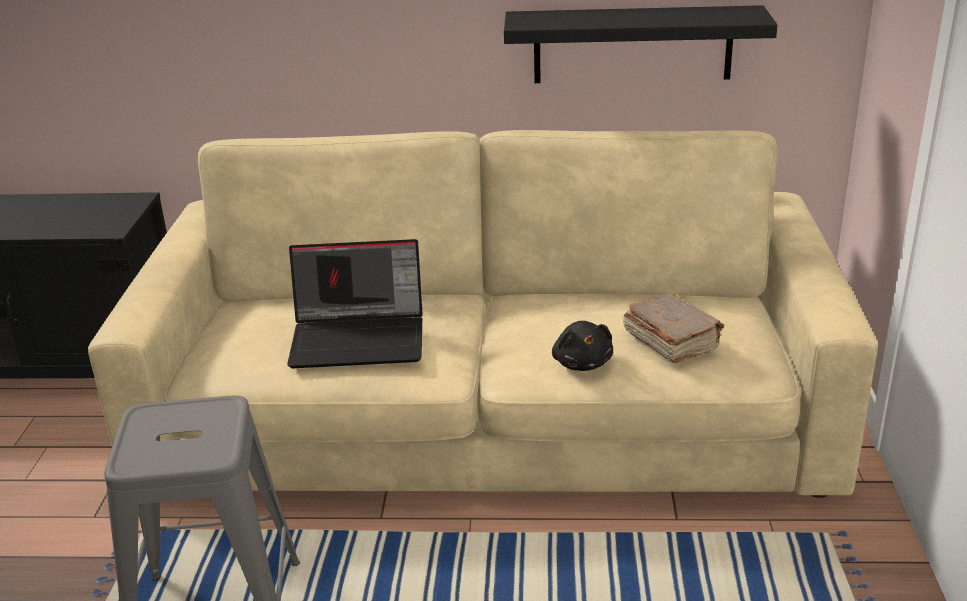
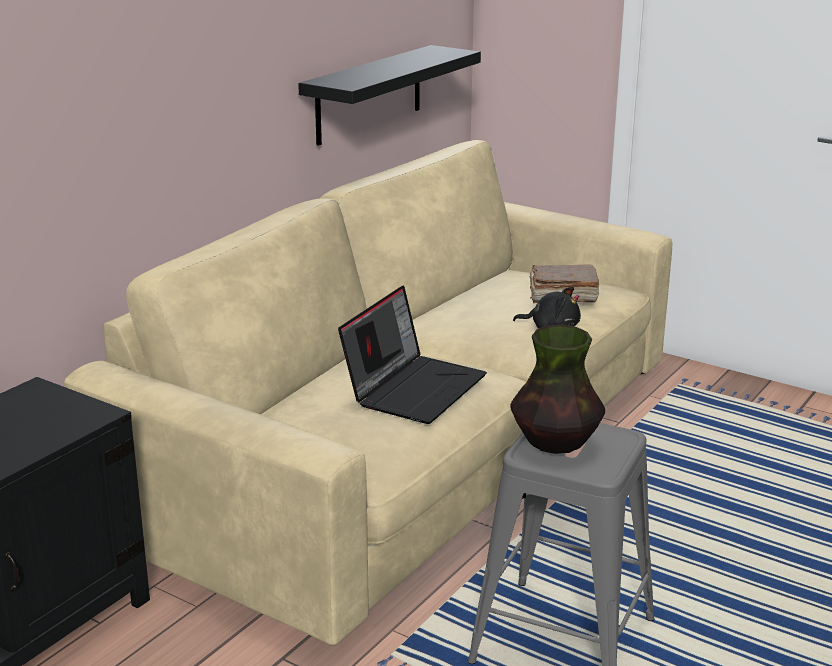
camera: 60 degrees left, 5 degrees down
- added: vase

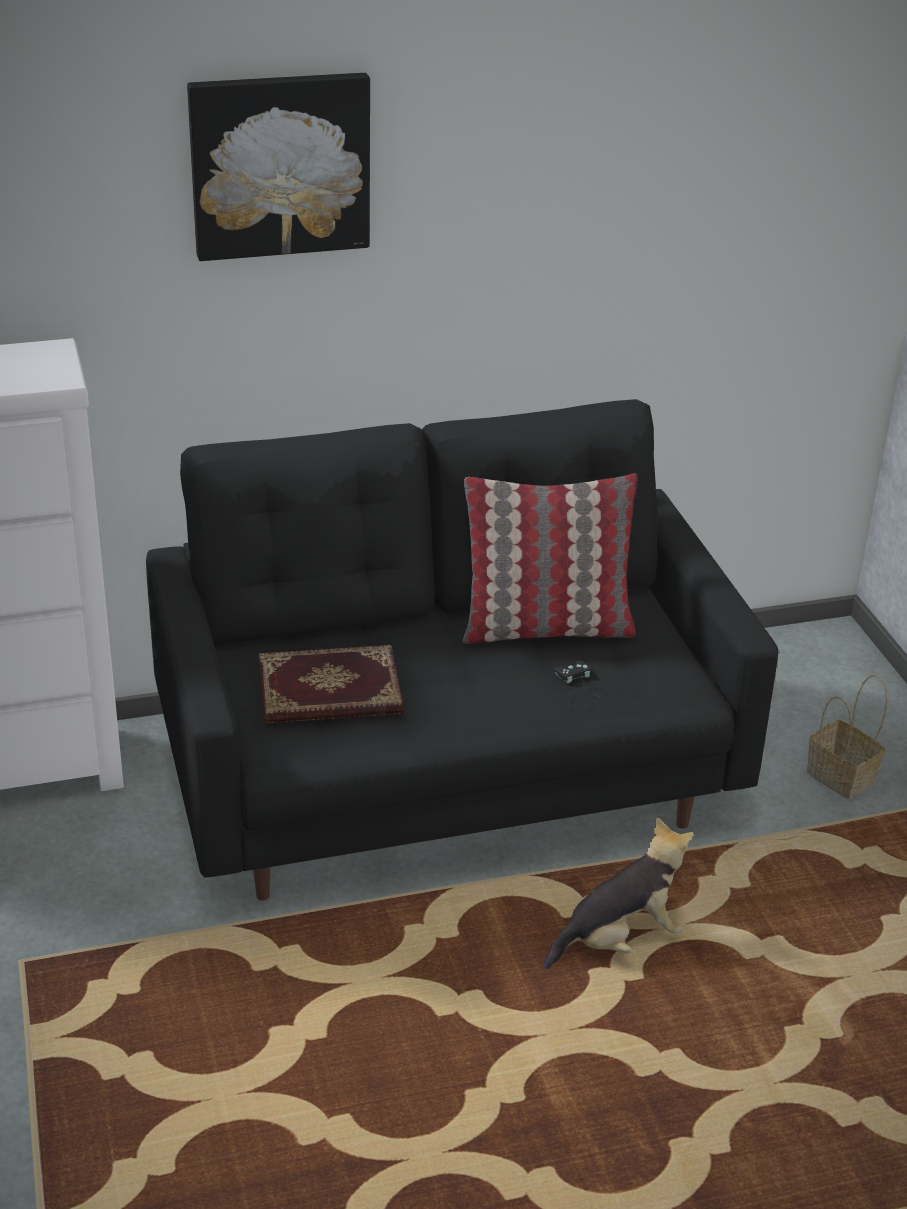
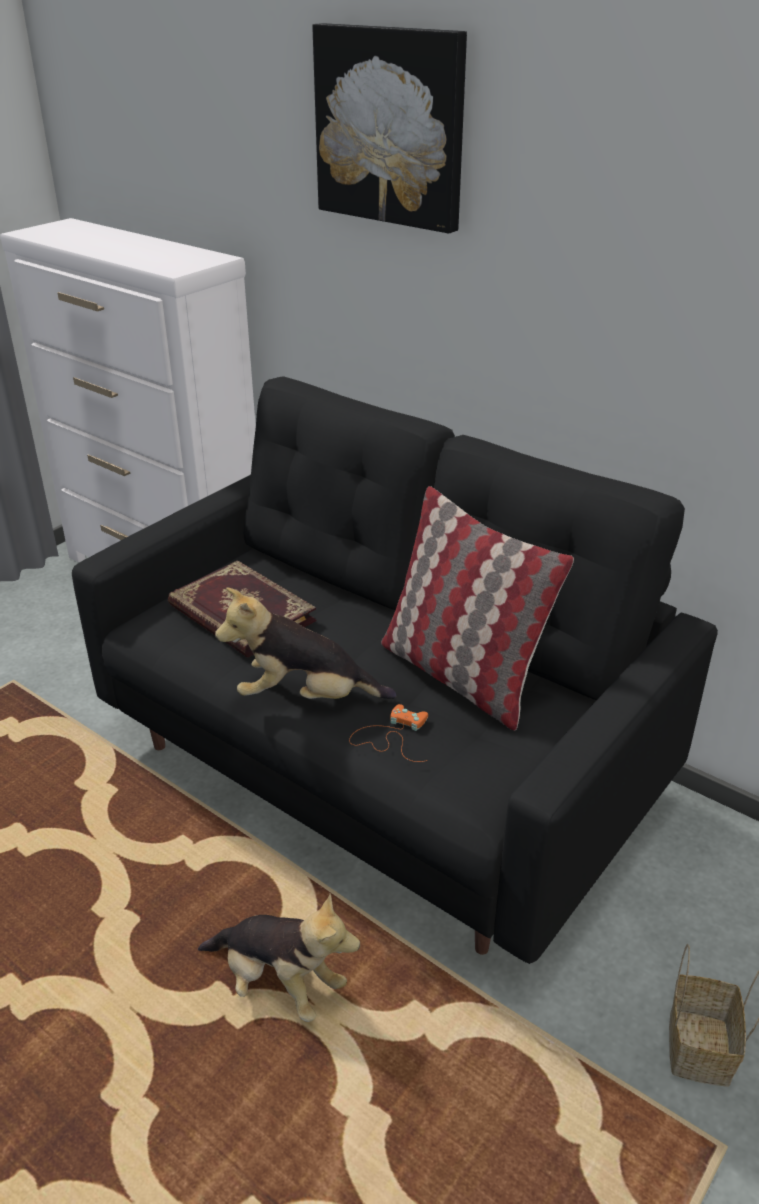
camera: 55 degrees right, 0 degrees up
- added: peluche (2nd from left)
- recoloured: manette (noir) to manette (orange)

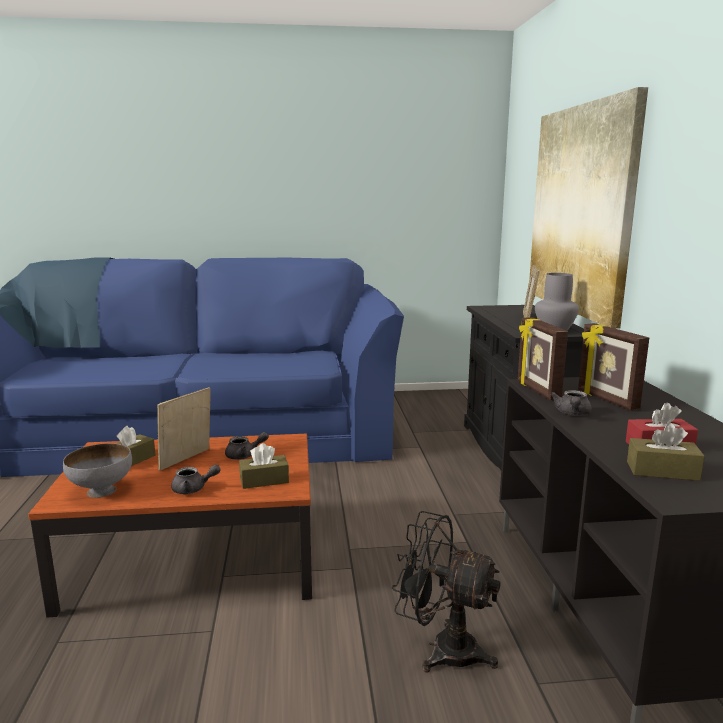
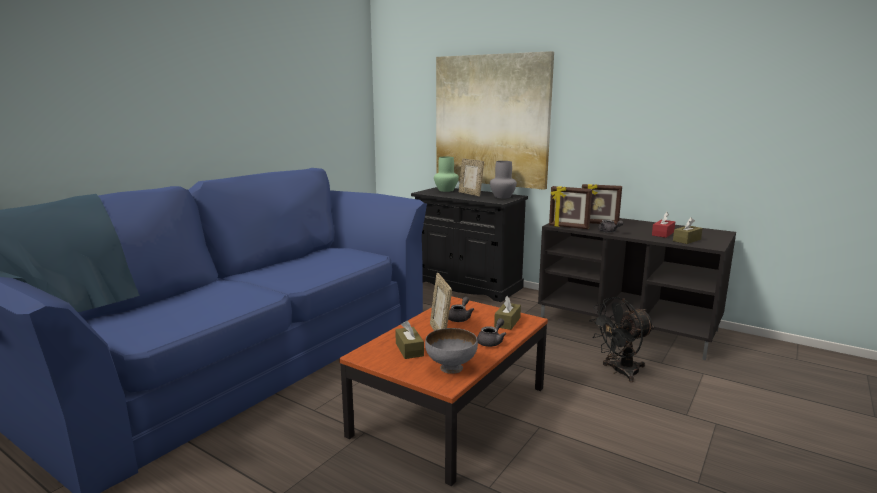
camera: 50 degrees left, 0 degrees up
- added: vase (vert)

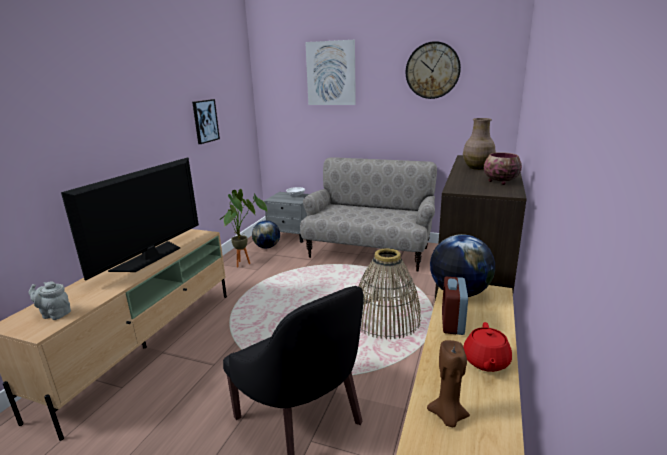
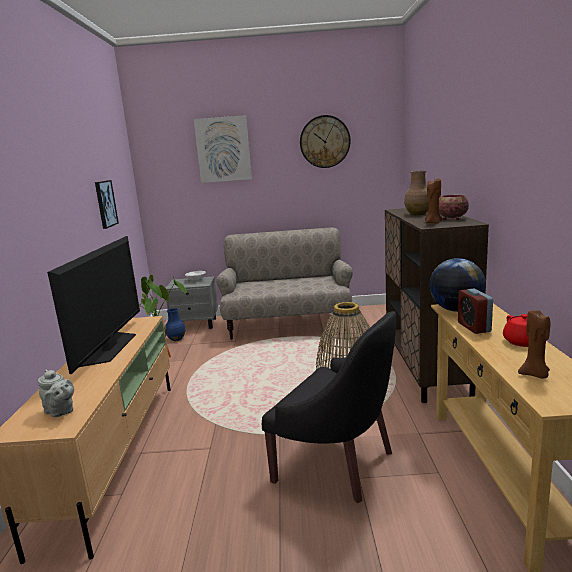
camera: 20 degrees left, 5 degrees down
- added: bougie (marron) (1st from left)
- replaced: globe (1st from left) to vase (bleu)
- turned: théière (gris) 135 degrees counterclockwise

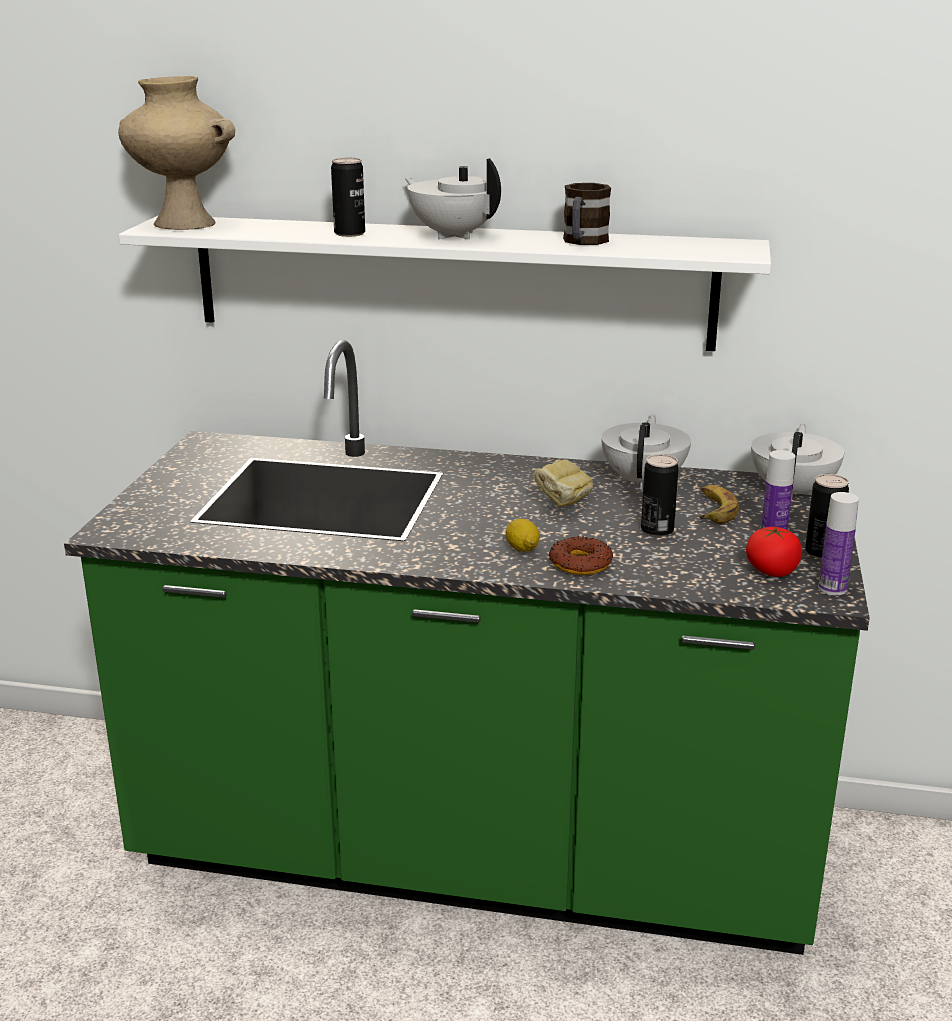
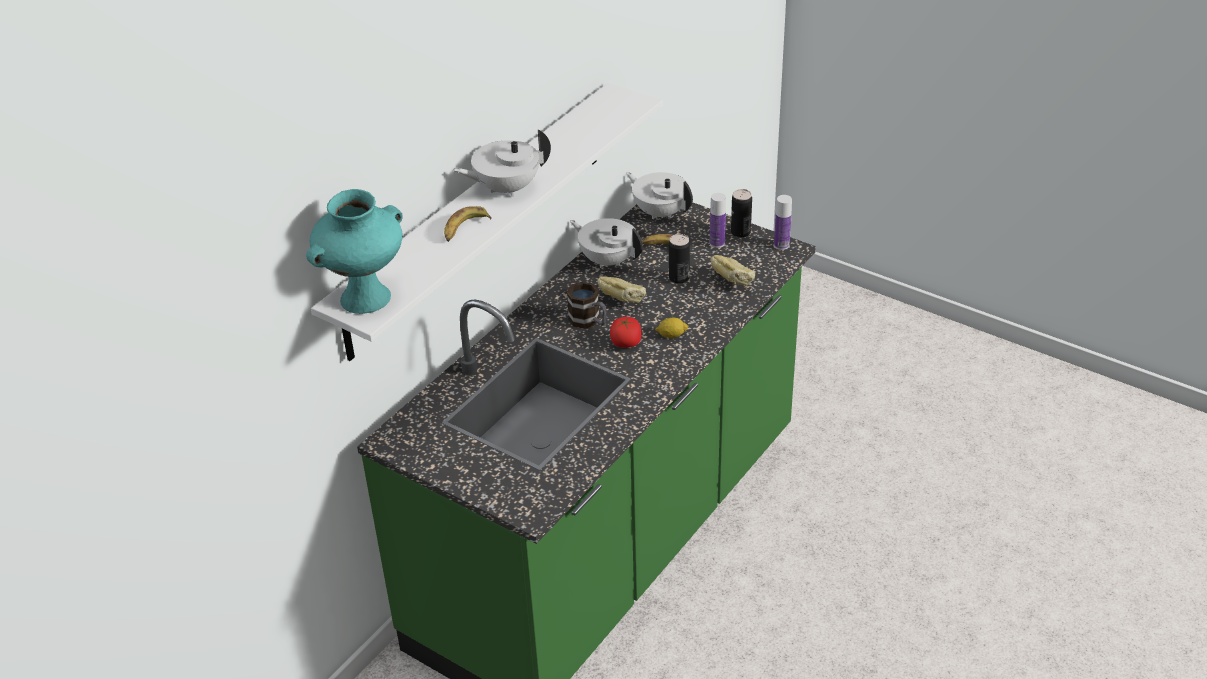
camera: 65 degrees left, 15 degrees up
- removed: beignet
- added: pain (2nd from left)
- moved: mug
- moved: tomate
- replaced: boîte métallique (1st from left) to banane (1st from left)
- recoloured: vase (beige) to vase (turquoise)

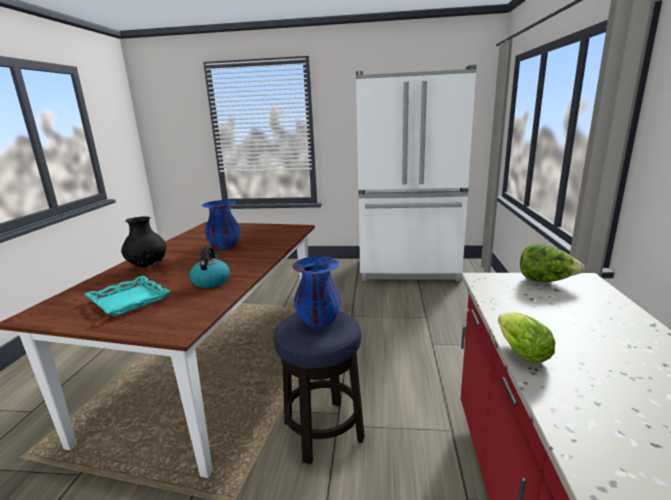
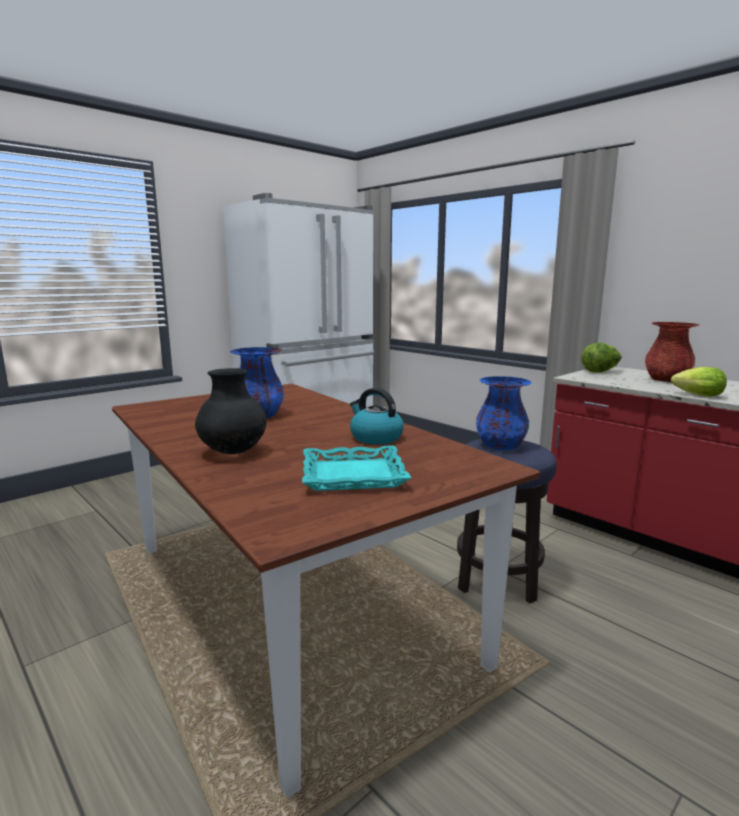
camera: 50 degrees left, 5 degrees down
- added: vase (rouge)

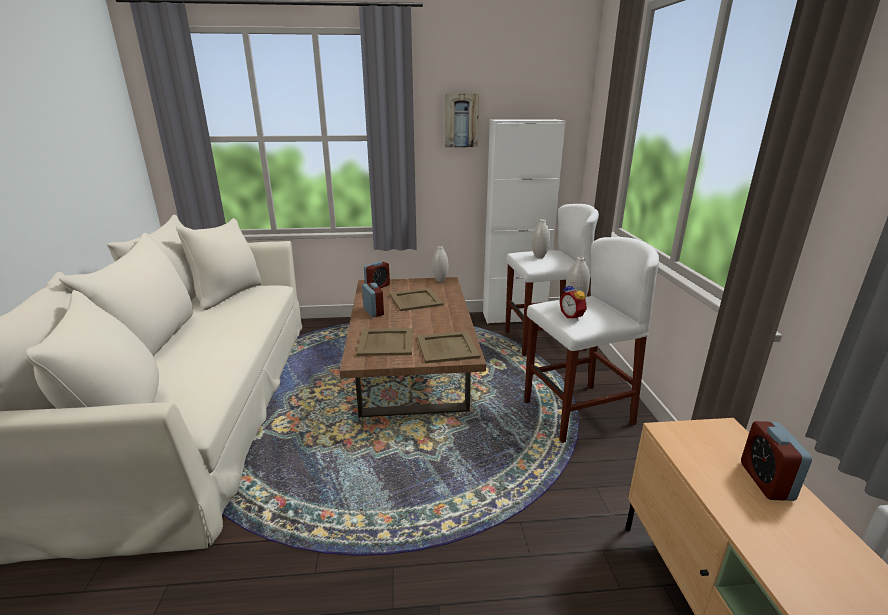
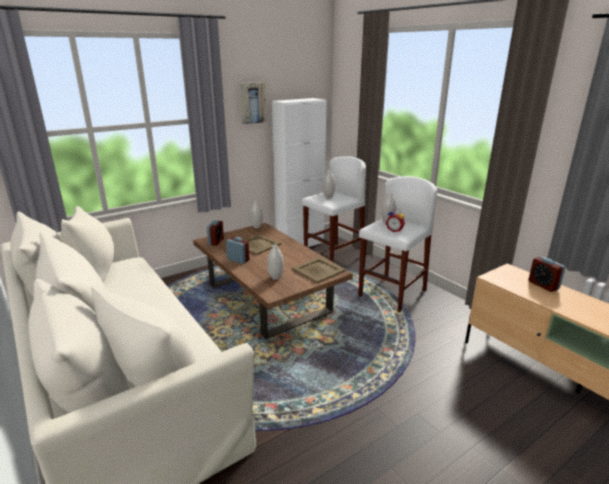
camera: 30 degrees left, 0 degrees up
- replaced: plateau (beige) (1st from left) to vase (blanc) (2nd from left)

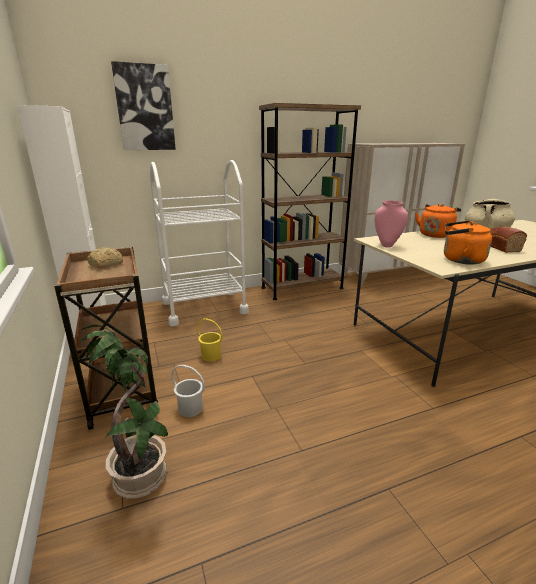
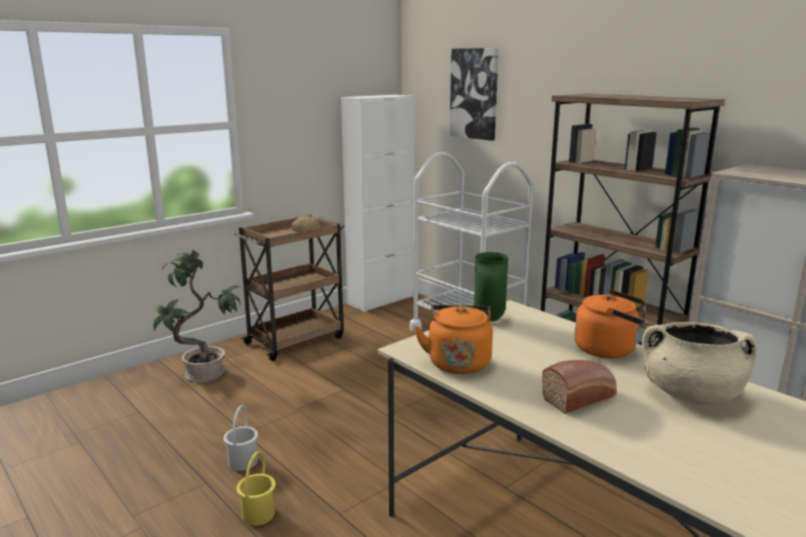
camera: 70 degrees right, 5 degrees down
- moved: seau (blanc)
- moved: seau (jaune)
- recoloured: vase (rose) to vase (vert)

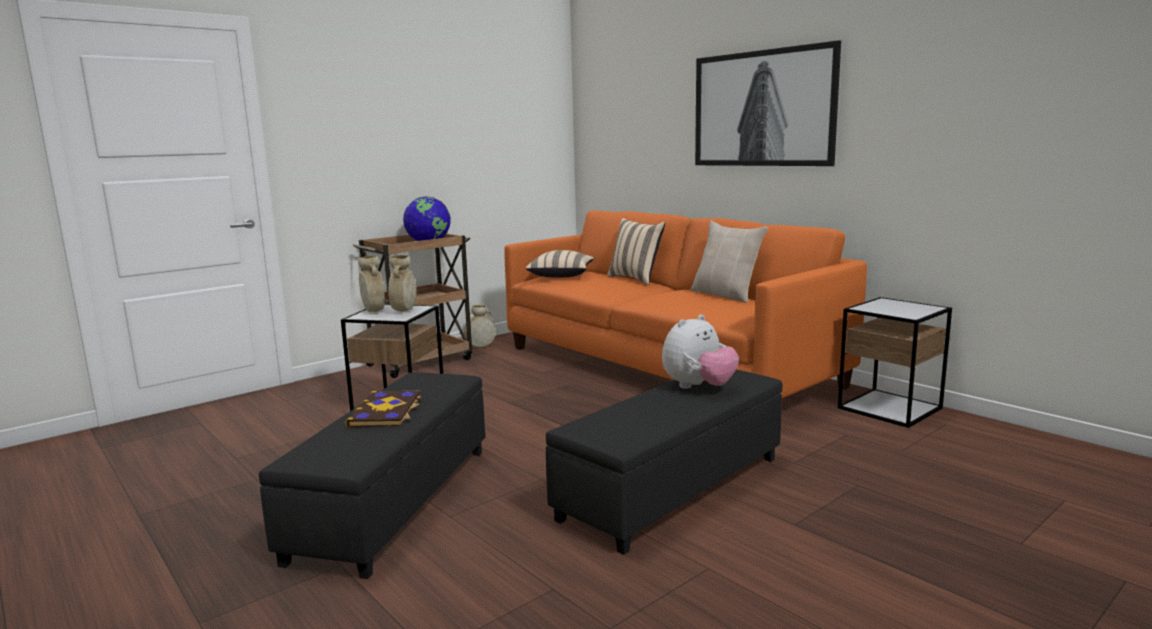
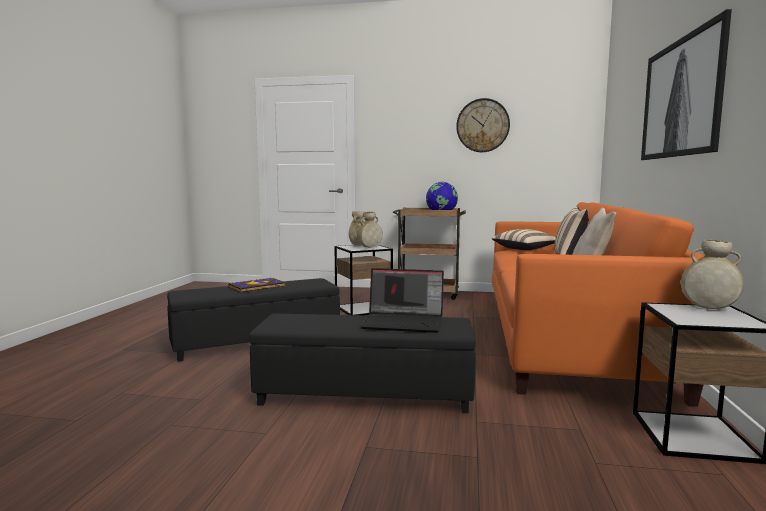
camera: 50 degrees right, 5 degrees down
- added: horloge murale
- moved: vase (beige) (3rd from left)
- replaced: peluche to ordinateur portable

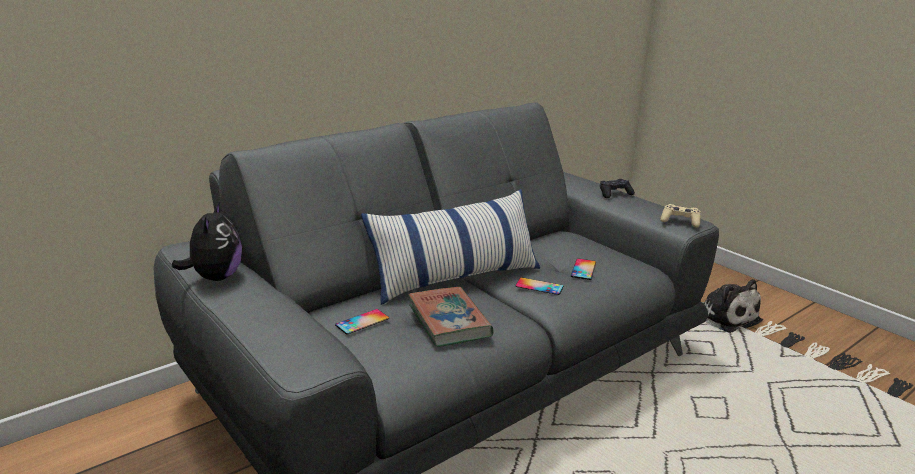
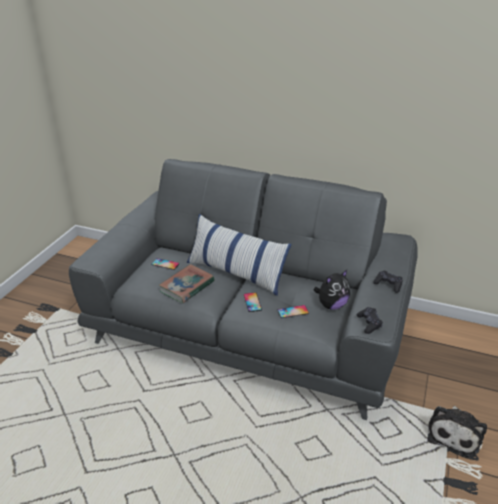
camera: 60 degrees right, 10 degrees up
- moved: peluche (1st from left)
- recoloured: manette (beige) to manette (noir) (1st from left)

